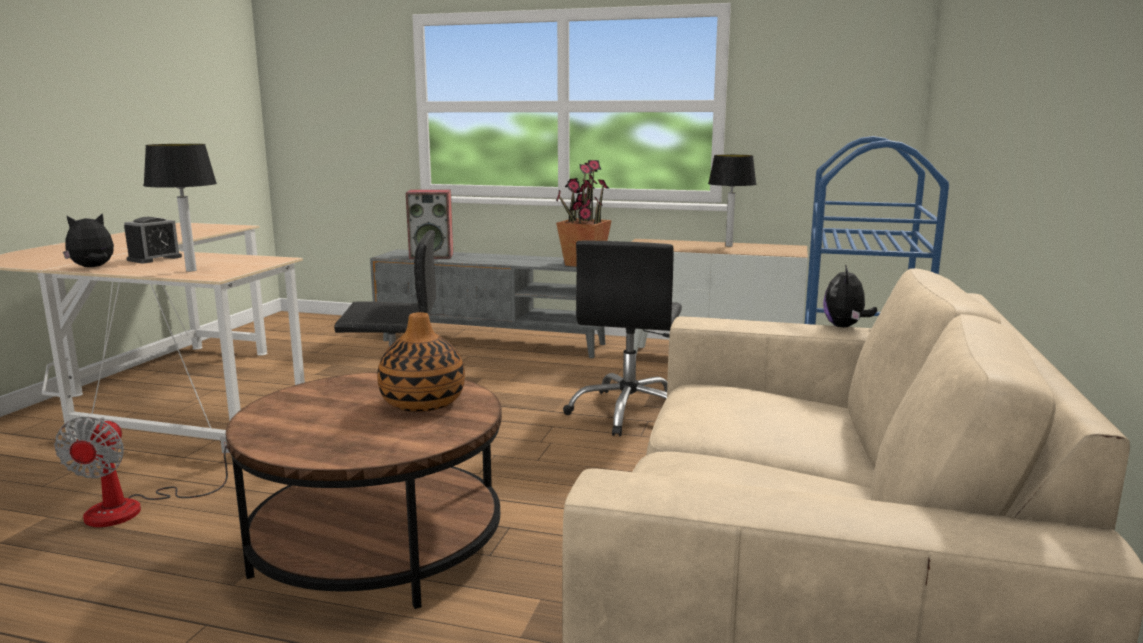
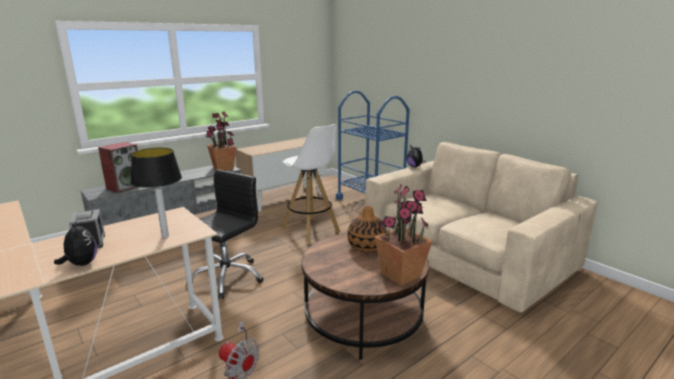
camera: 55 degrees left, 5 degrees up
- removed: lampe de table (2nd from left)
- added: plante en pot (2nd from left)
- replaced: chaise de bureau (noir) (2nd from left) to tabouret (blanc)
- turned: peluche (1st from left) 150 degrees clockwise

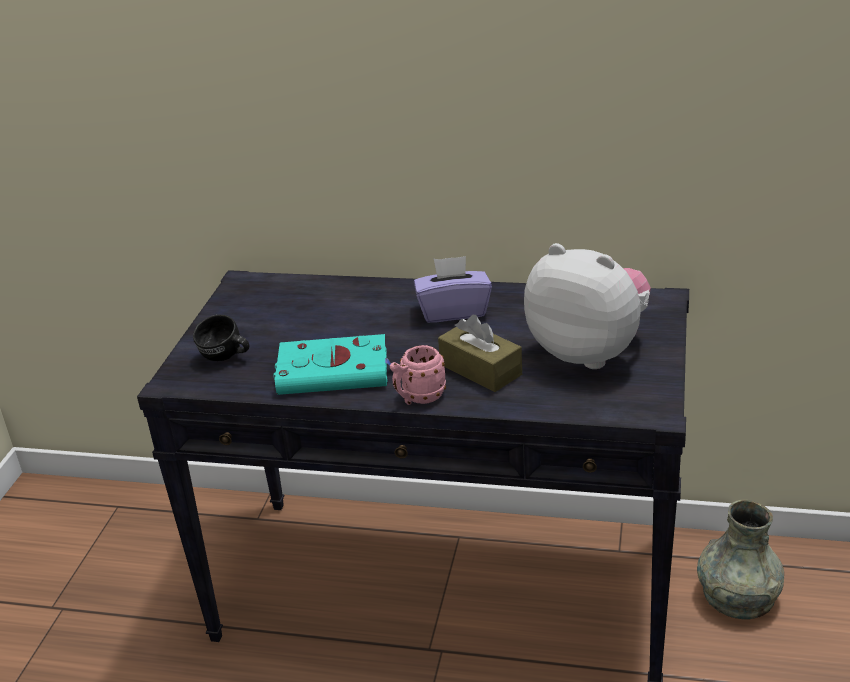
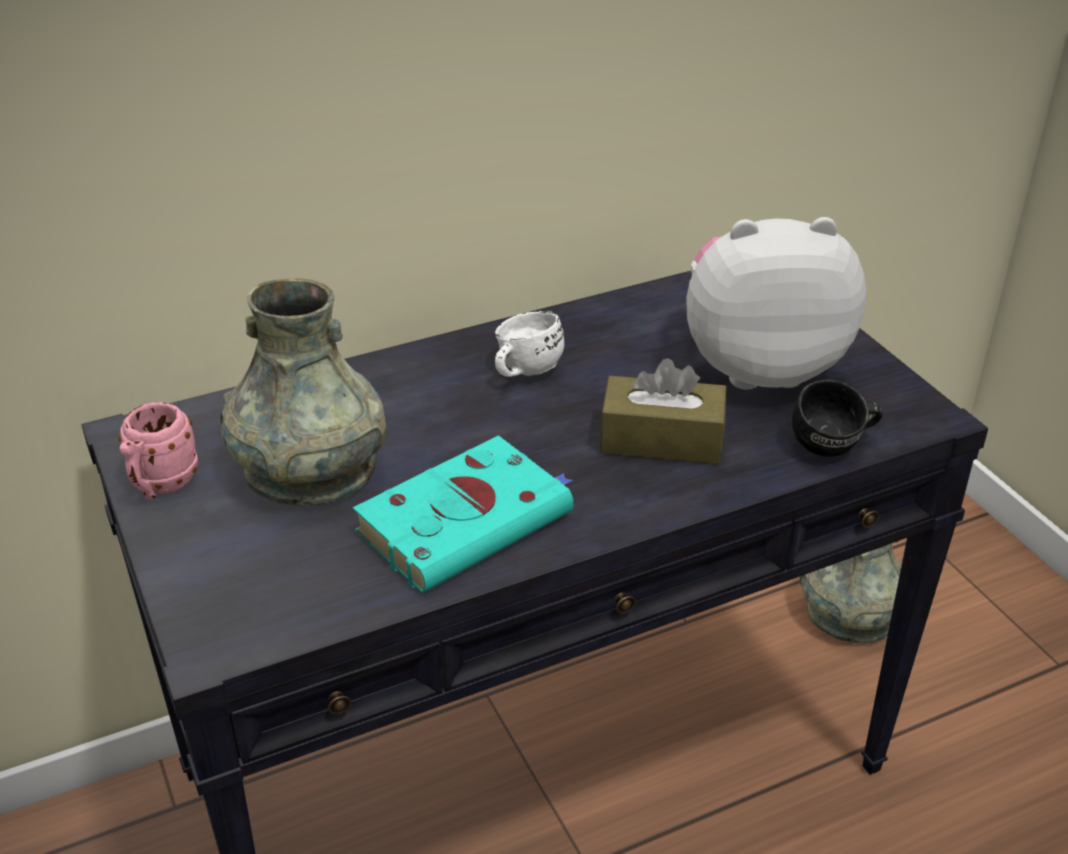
camera: 40 degrees left, 5 degrees up
- added: vase (gris) (1st from left)
- moved: mug (noir)
- moved: mug (rose)
- replaced: boîte à mouchoirs (violet) to mug (blanc)

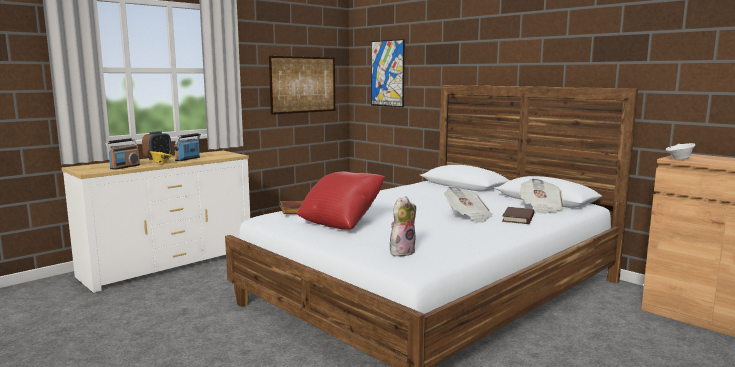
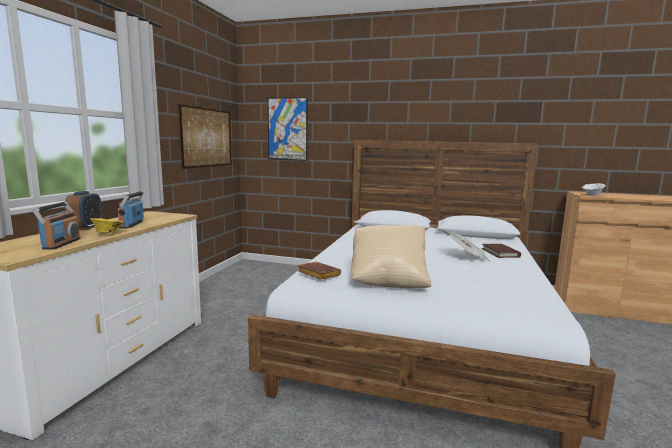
camera: 30 degrees left, 0 degrees up
- removed: peluche
- removed: journal (2nd from left)
- recoloured: coussin (rouge) to coussin (beige)

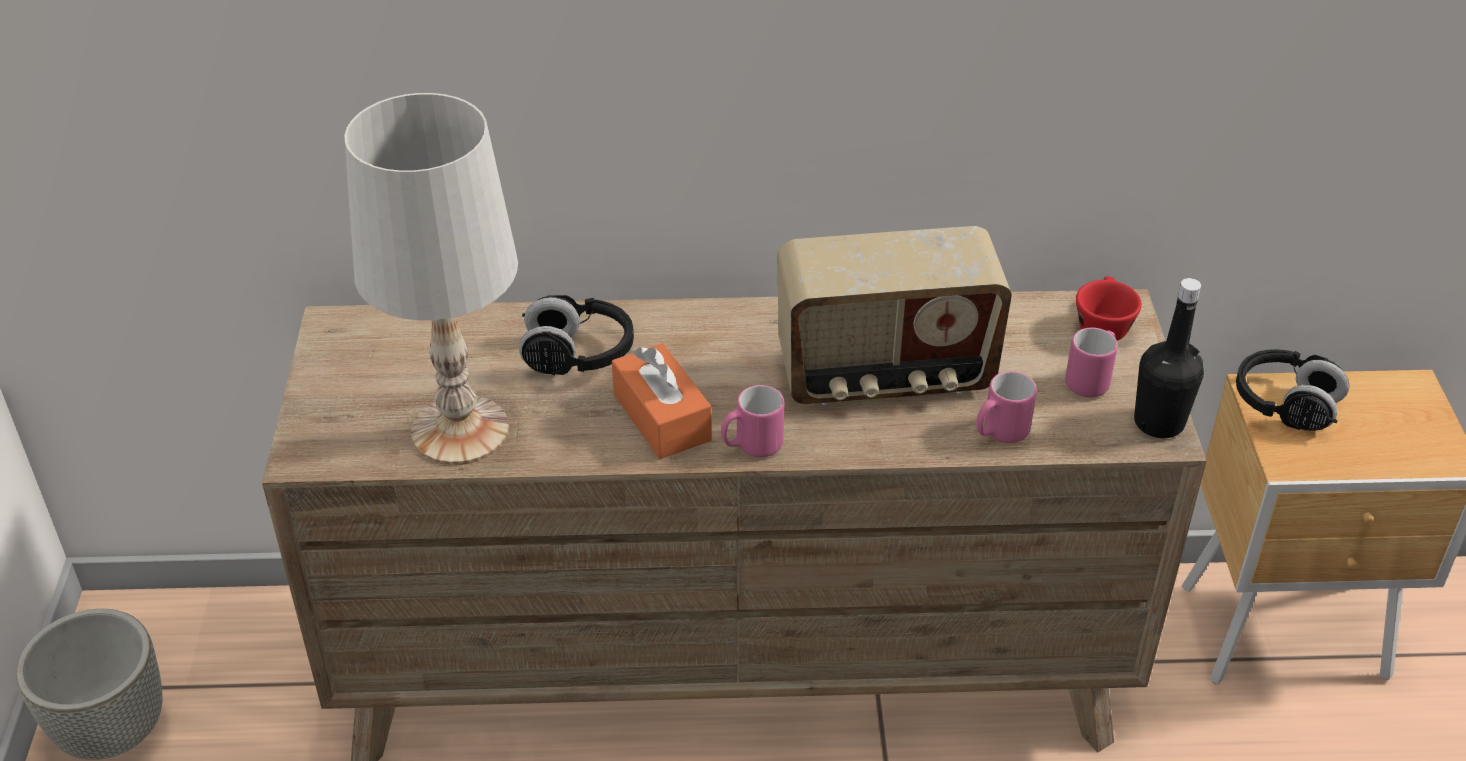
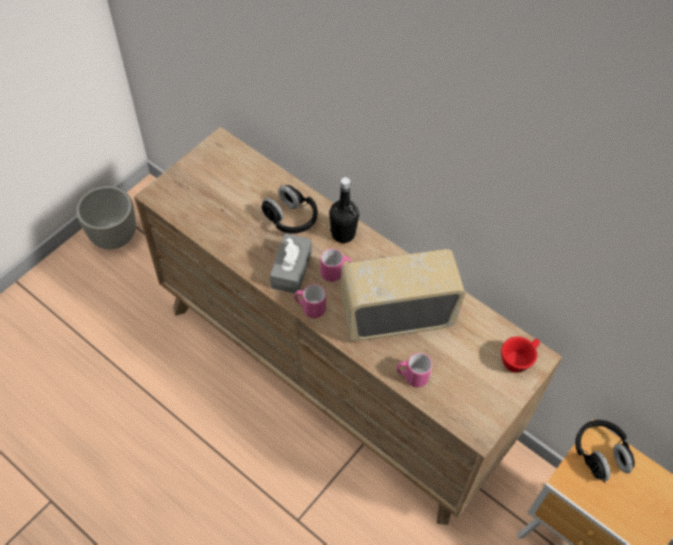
camera: 40 degrees right, 15 degrees up
- removed: lampe de table (blanc)
- moved: mug (rose) (3rd from left in the first image) to mug (rose) (2nd from left)
- moved: bouteille (noir)
- recoloured: boîte à mouchoirs (orange) to boîte à mouchoirs (gris)
- turned: radio 135 degrees clockwise

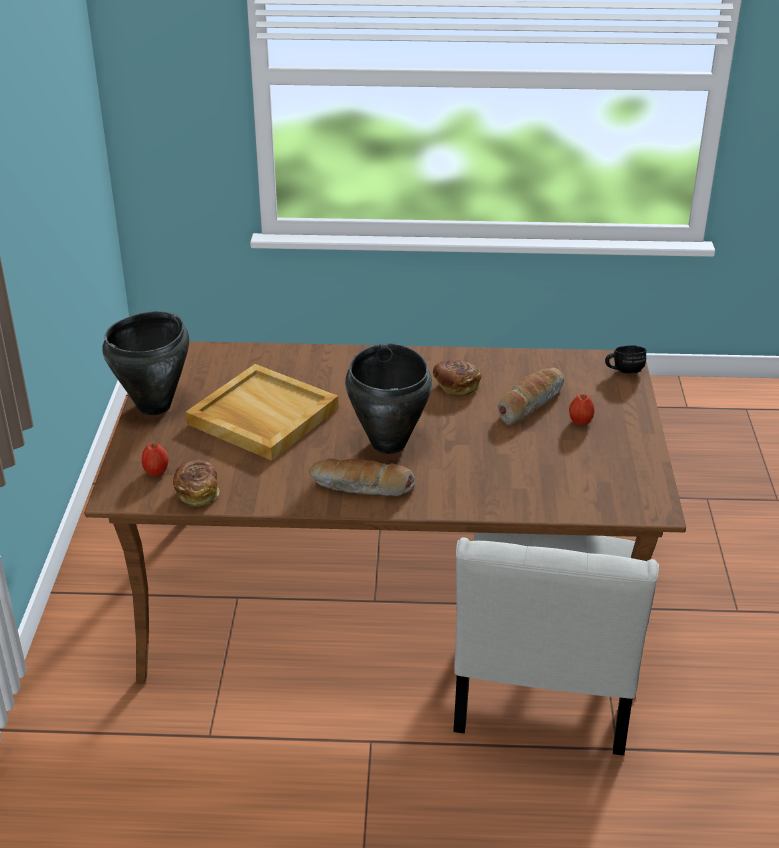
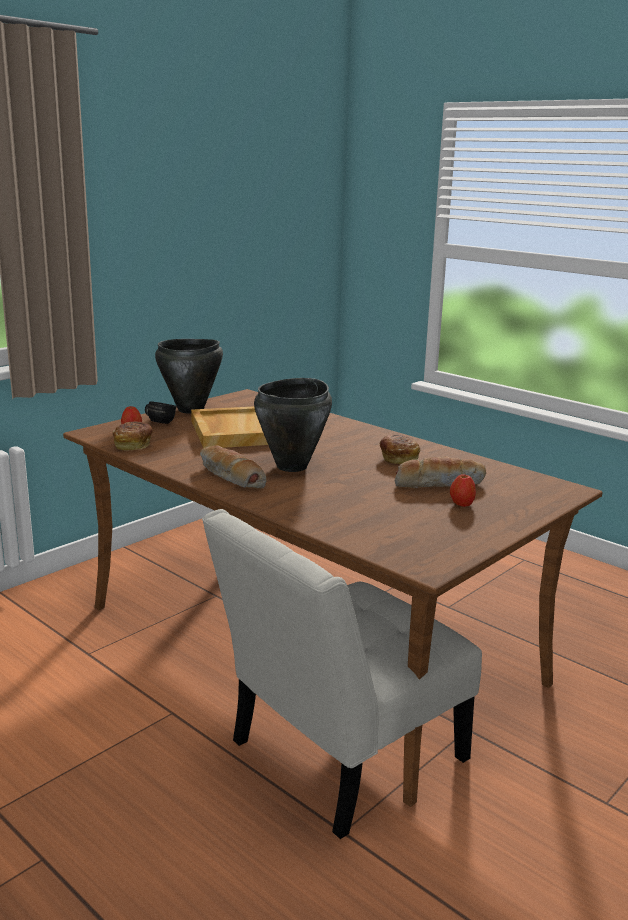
camera: 40 degrees right, 15 degrees down
- moved: mug (noir)

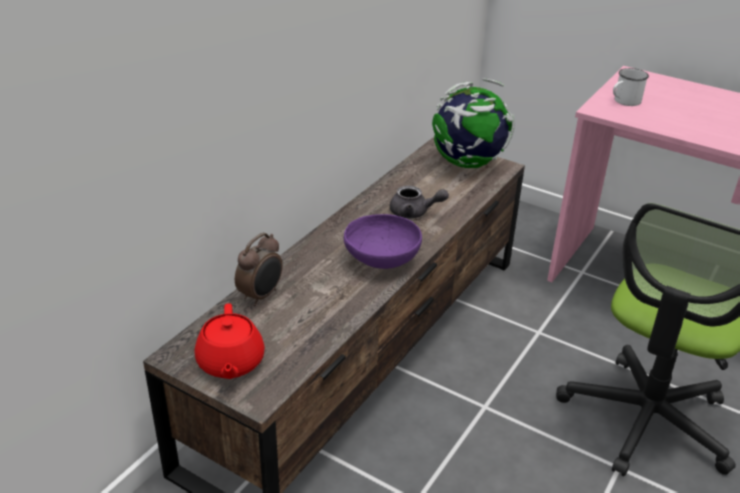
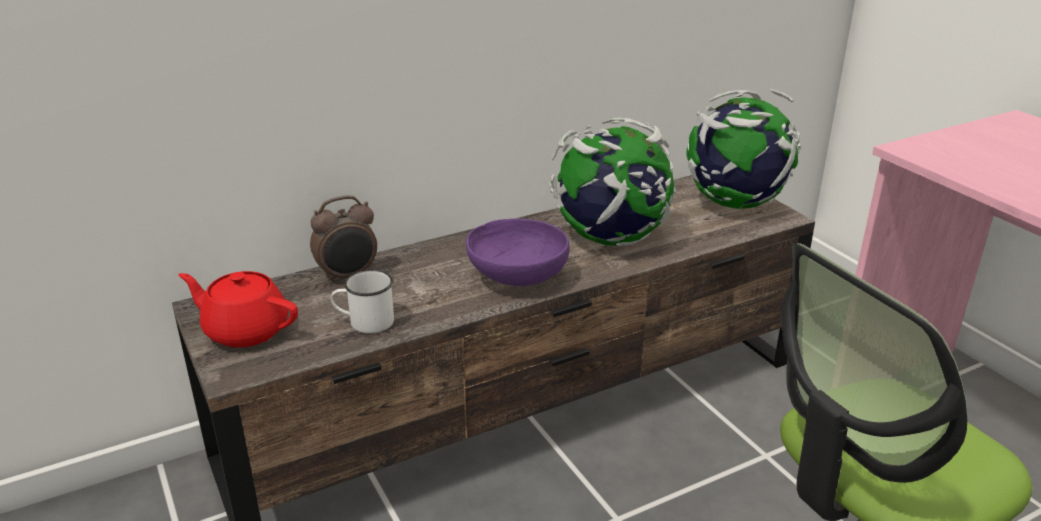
camera: 30 degrees right, 5 degrees down
- moved: mug (blanc)
- replaced: théière (gris) to globe (1st from left)
- turned: théière (rouge) 90 degrees clockwise

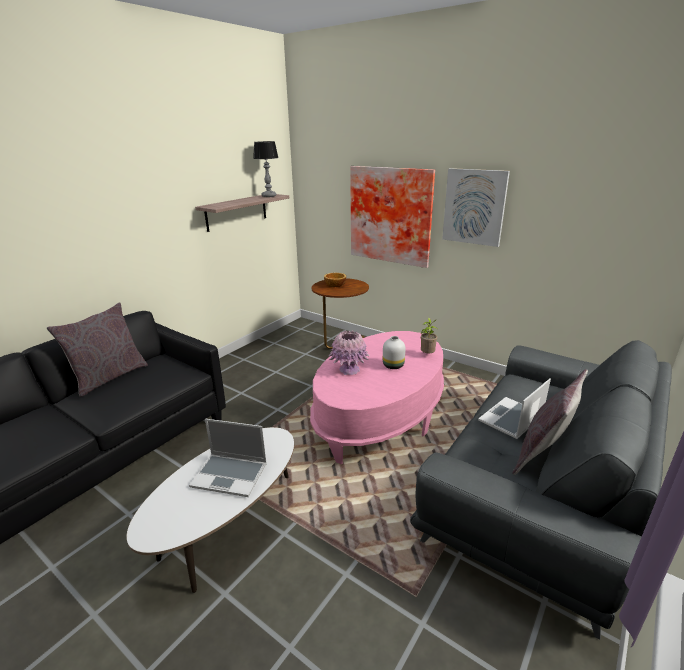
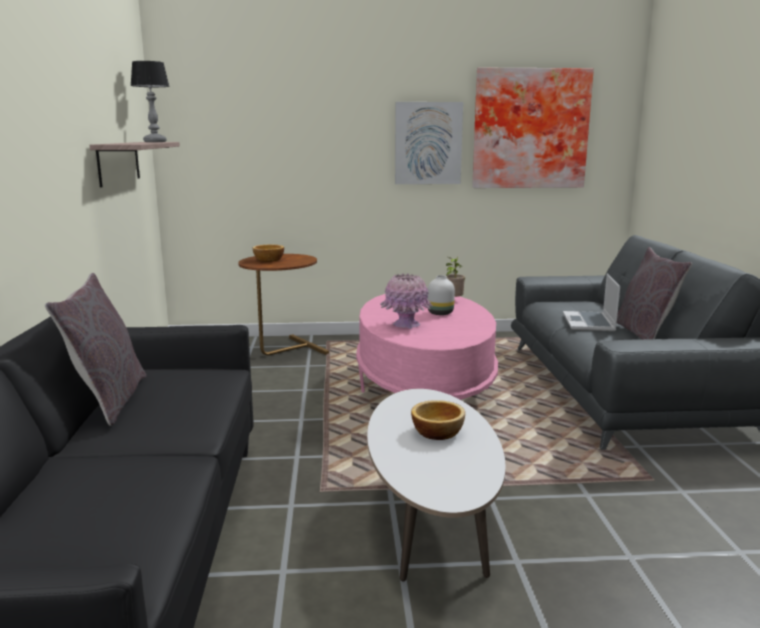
camera: 40 degrees left, 10 degrees down
- moved: tableau (1st from left in the first image) to tableau (2nd from left)
- replaced: ordinateur portable (1st from left) to bol (2nd from left)

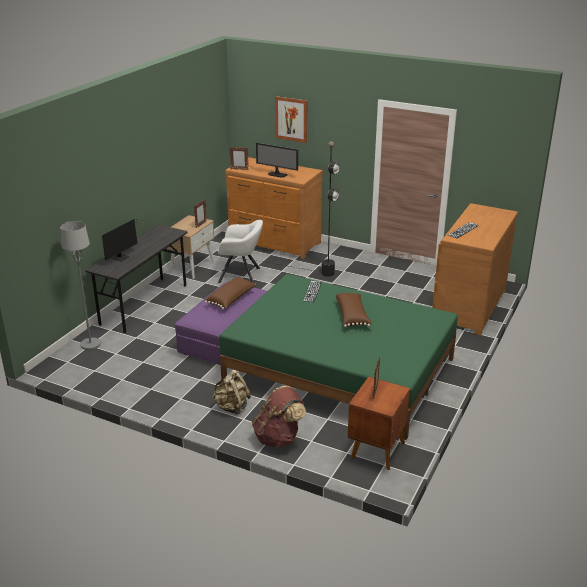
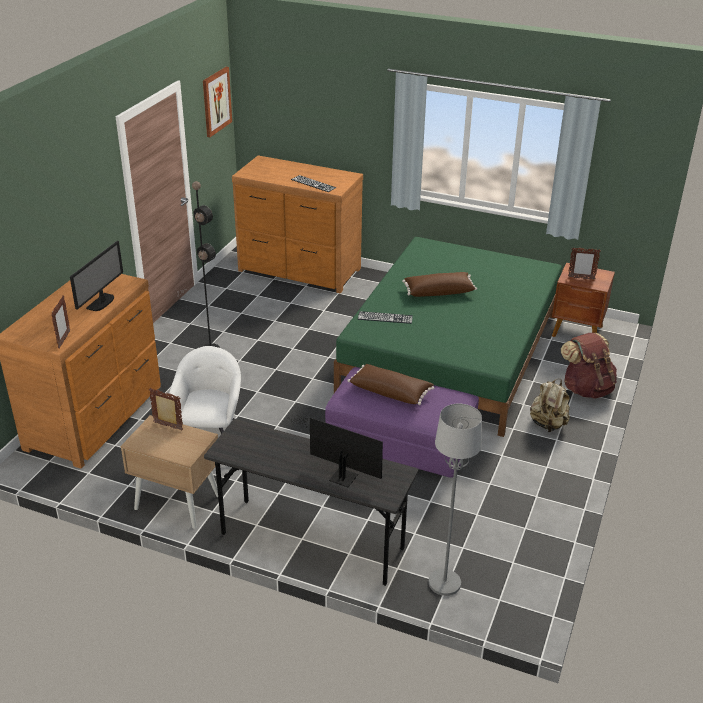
camera: 95 degrees left, 5 degrees up
- moved: tableau

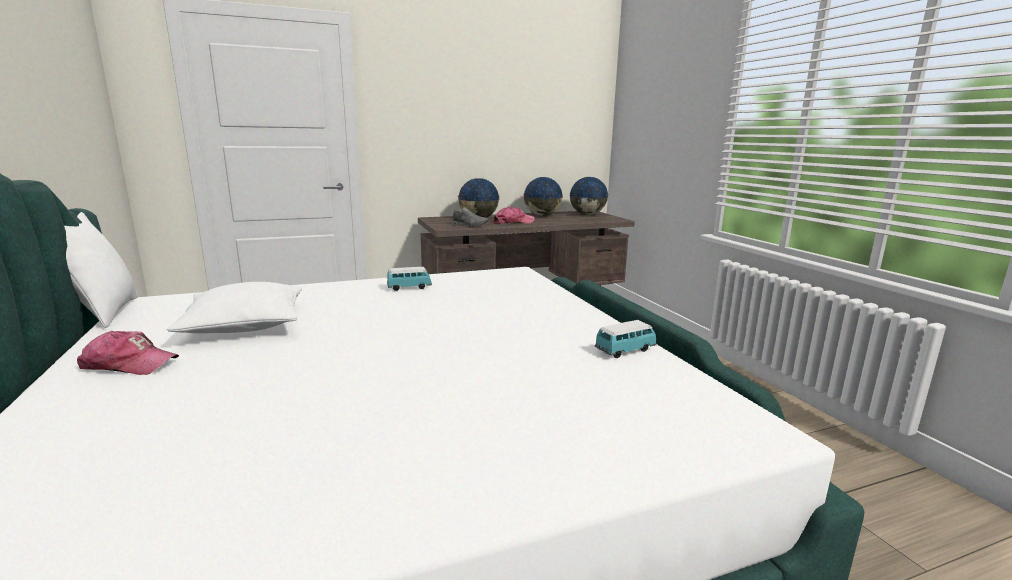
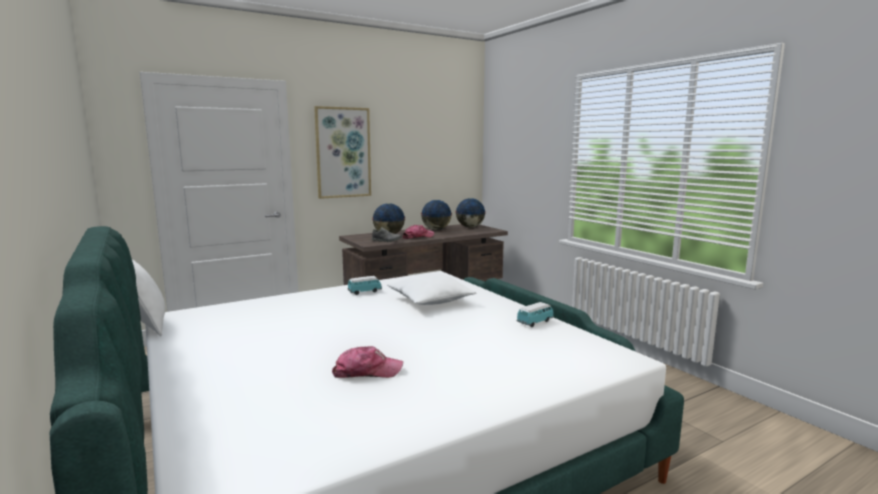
camera: 10 degrees left, 5 degrees down
- added: tableau
- moved: casquette (1st from left)
- moved: coussin (blanc) (2nd from left)

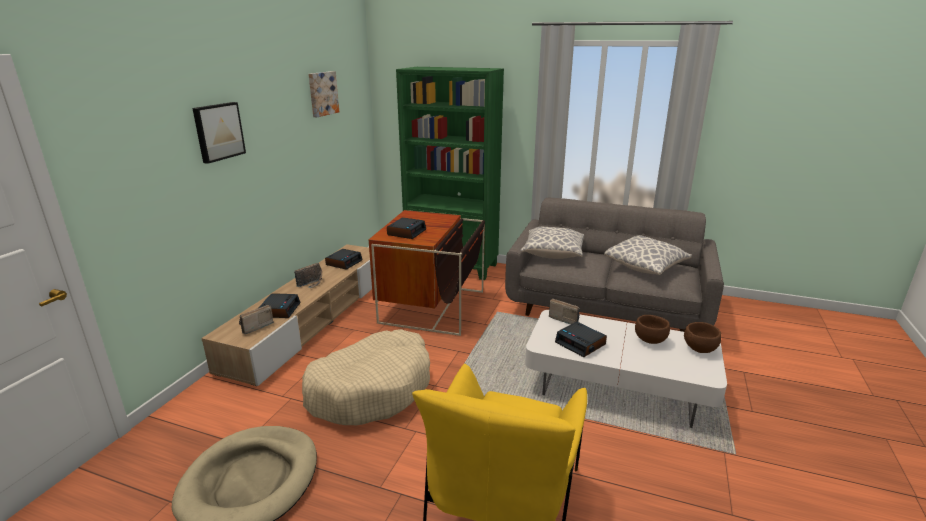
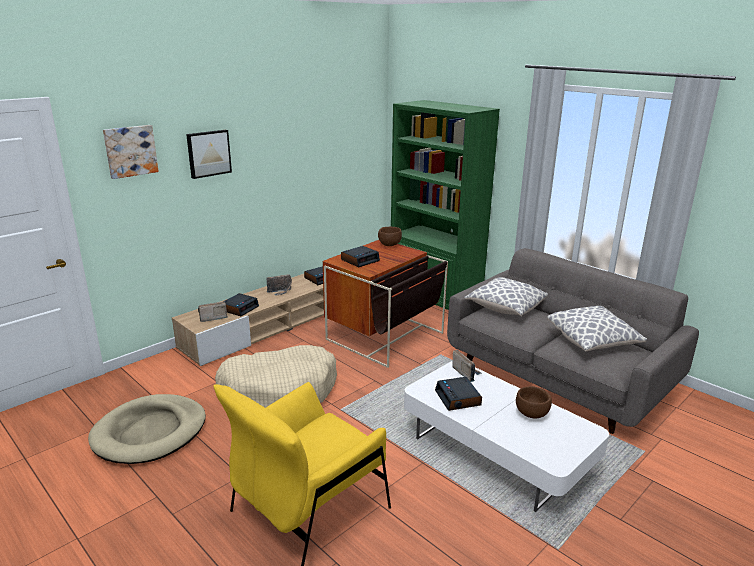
camera: 25 degrees right, 0 degrees up
- moved: tableau (2nd from left in the first image) to tableau (1st from left)
- moved: bol (marron) (2nd from left in the first image) to bol (marron) (1st from left)

